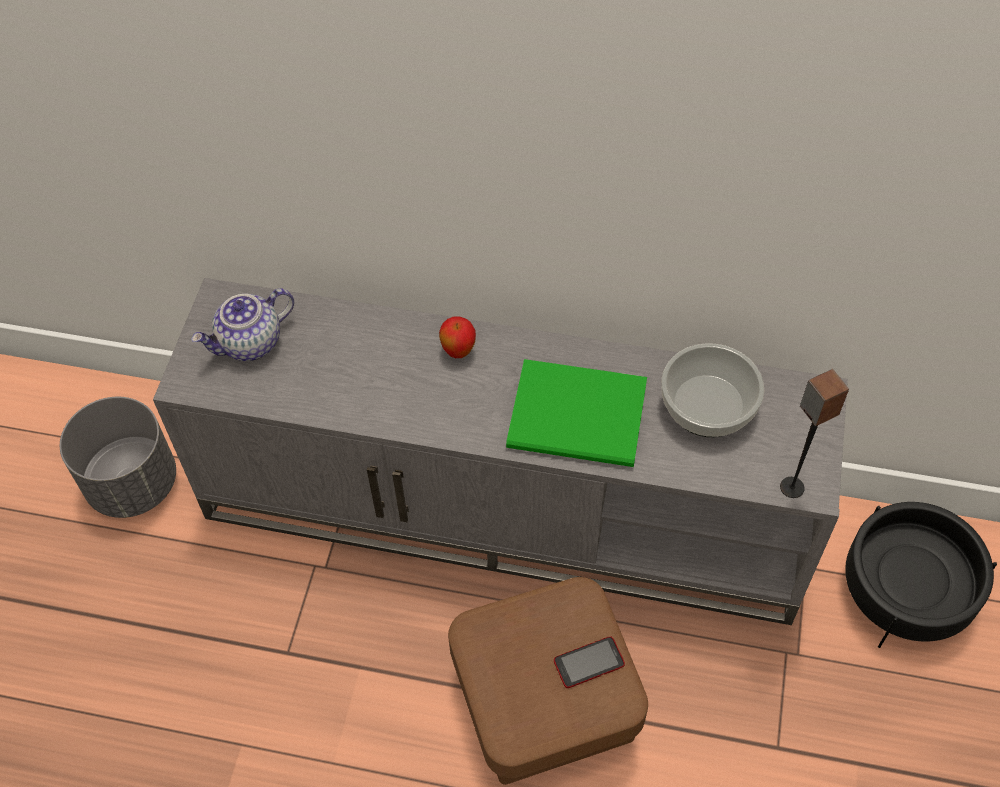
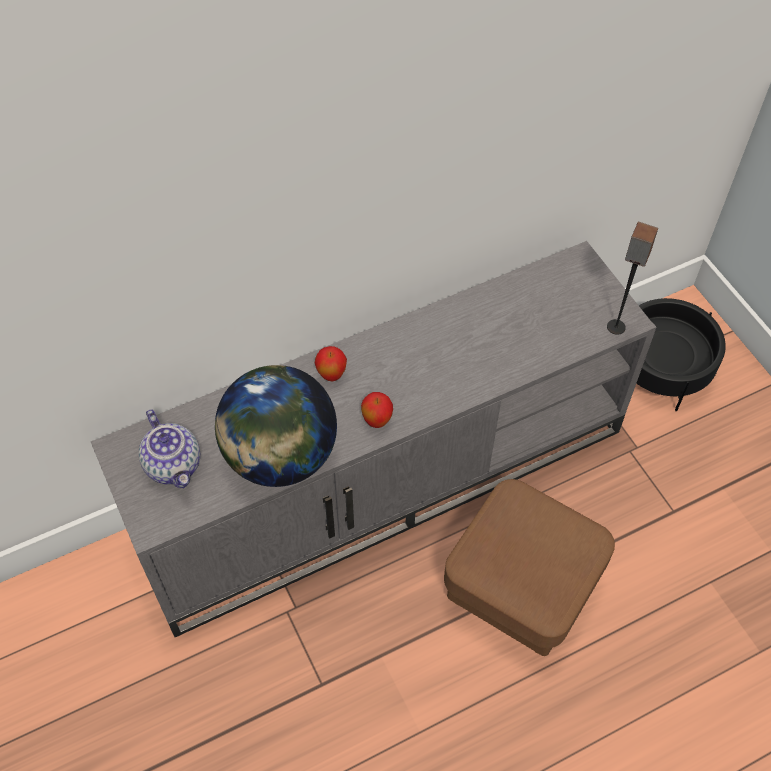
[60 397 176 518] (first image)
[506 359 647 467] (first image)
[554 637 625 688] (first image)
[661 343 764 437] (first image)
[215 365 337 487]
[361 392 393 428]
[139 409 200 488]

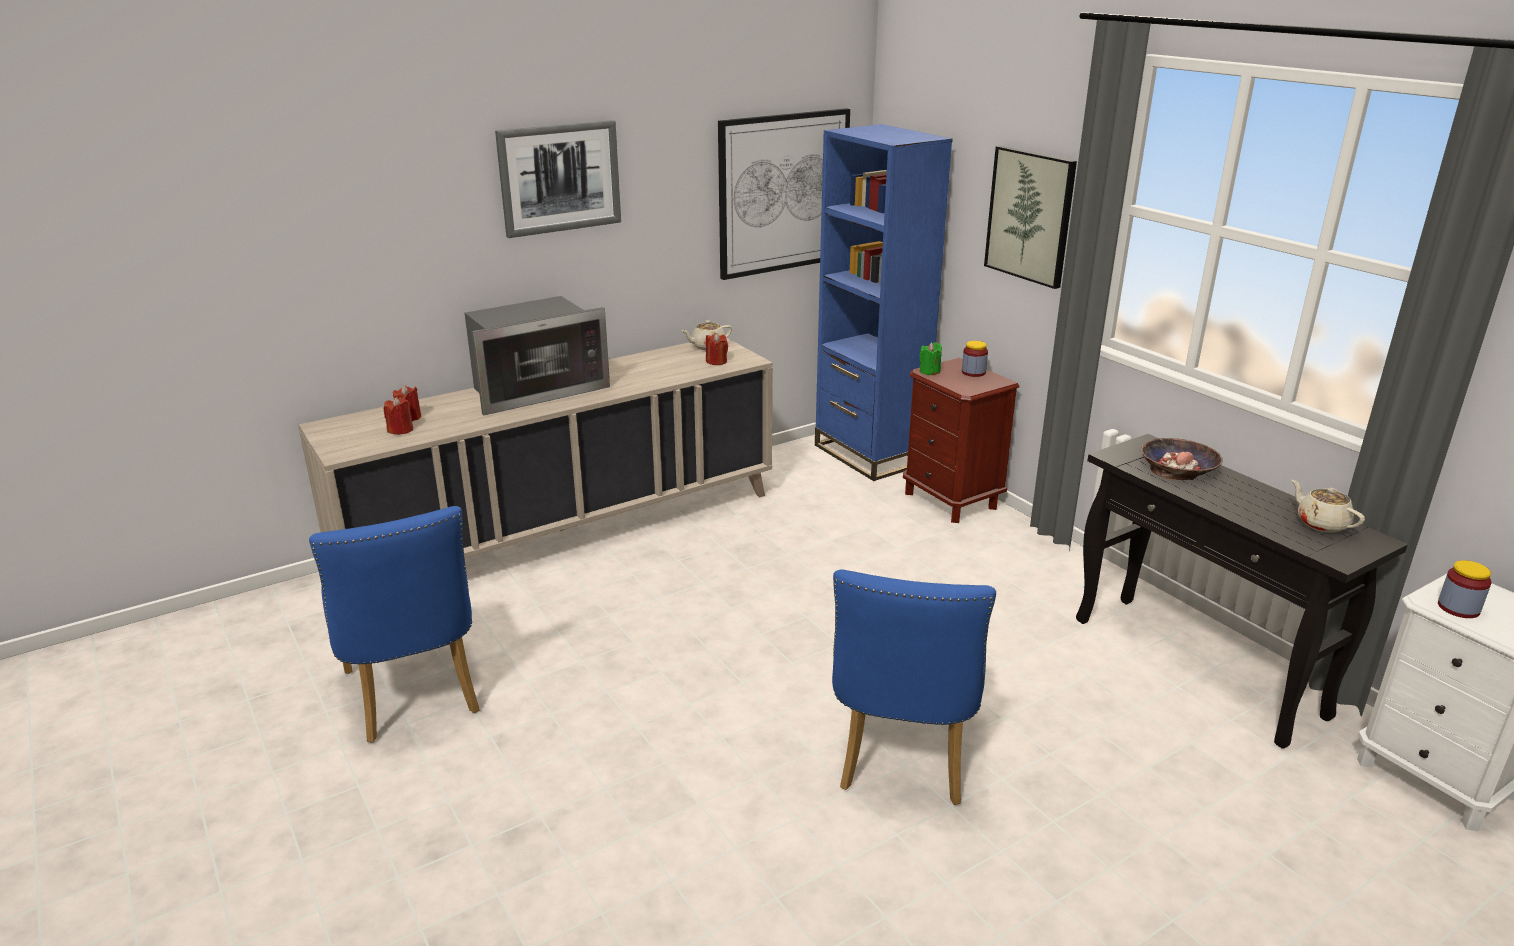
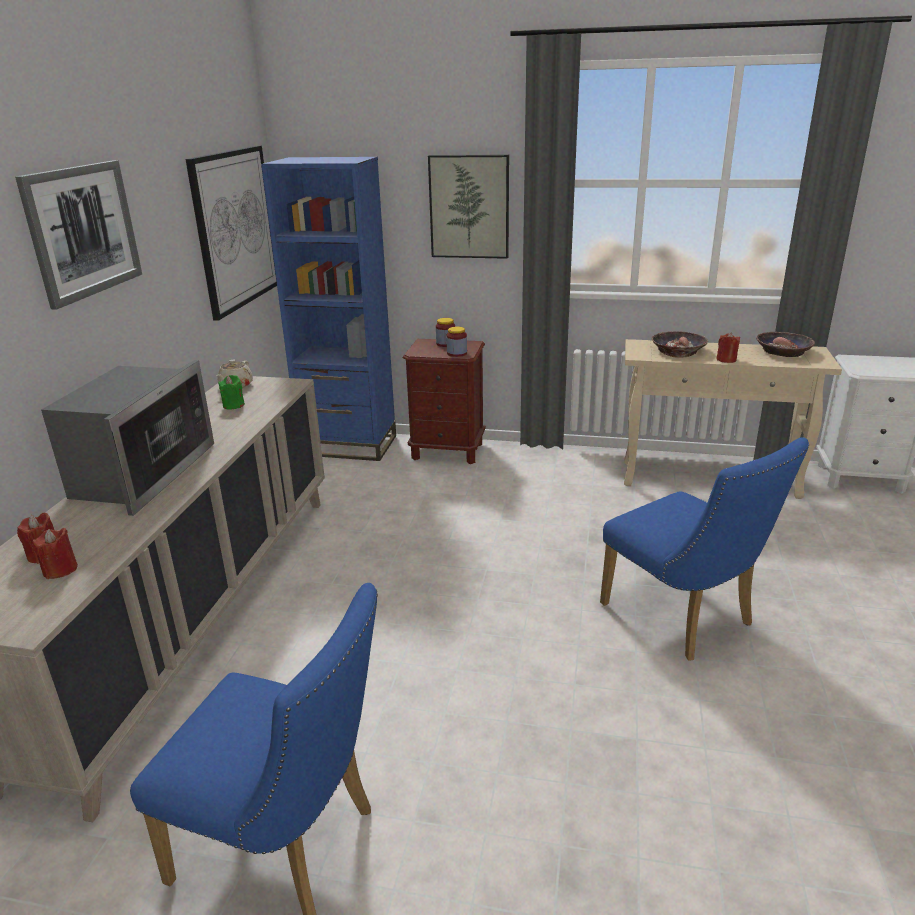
[716 332 740 363]
[218 375 245 410]
[447 327 467 357]
[756 332 815 357]
[624 339 842 499]

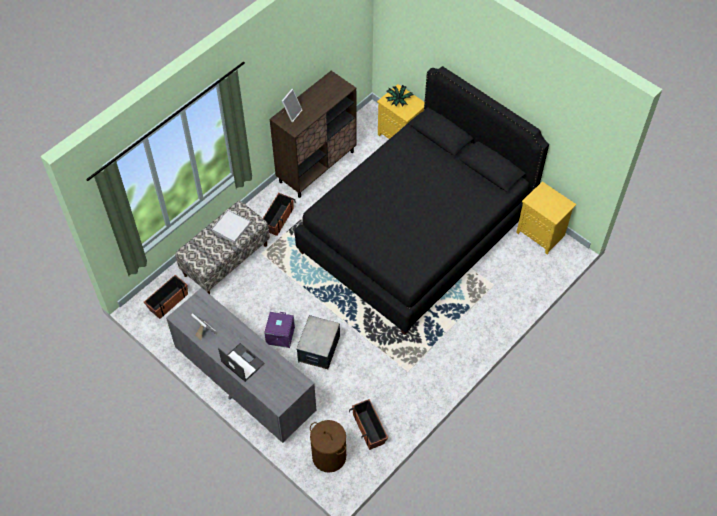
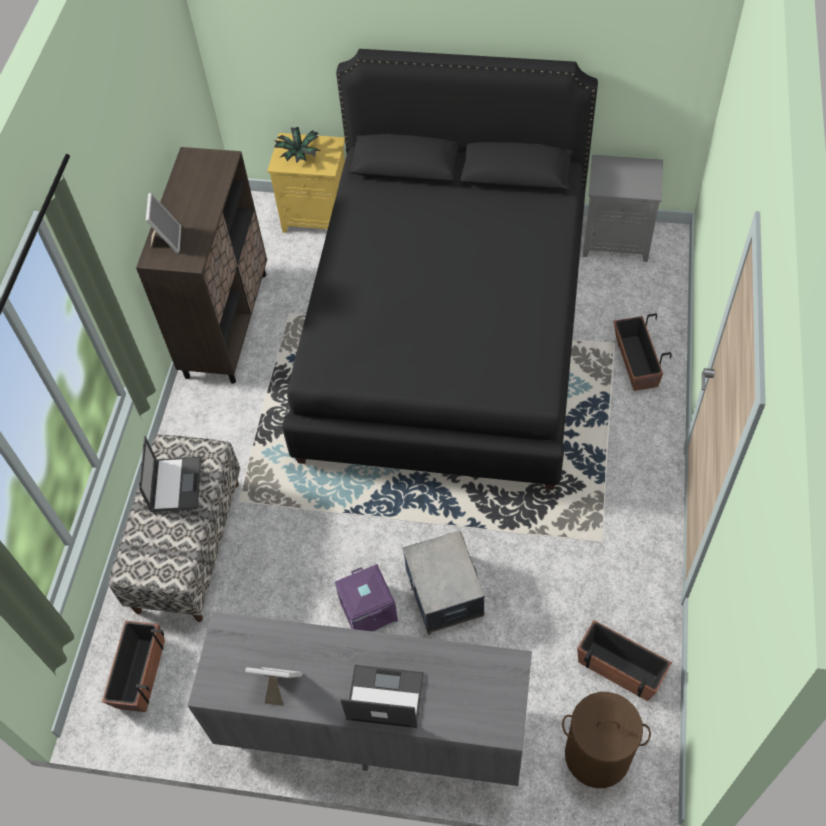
[613 313 672 391]
[139 436 201 512]
[583 155 663 262]

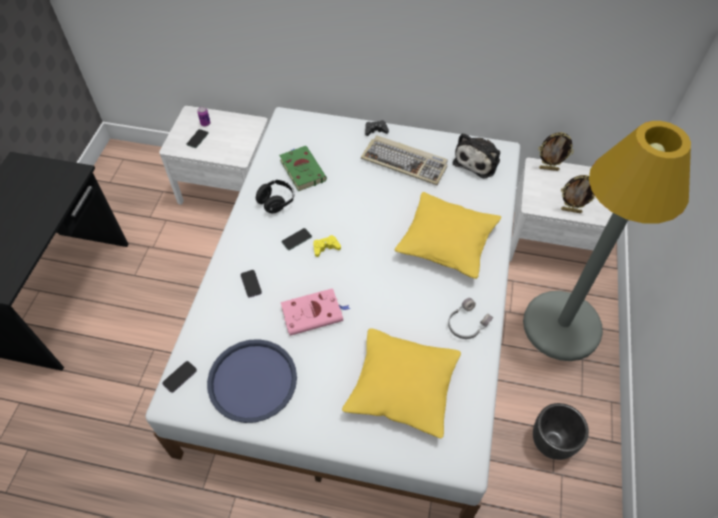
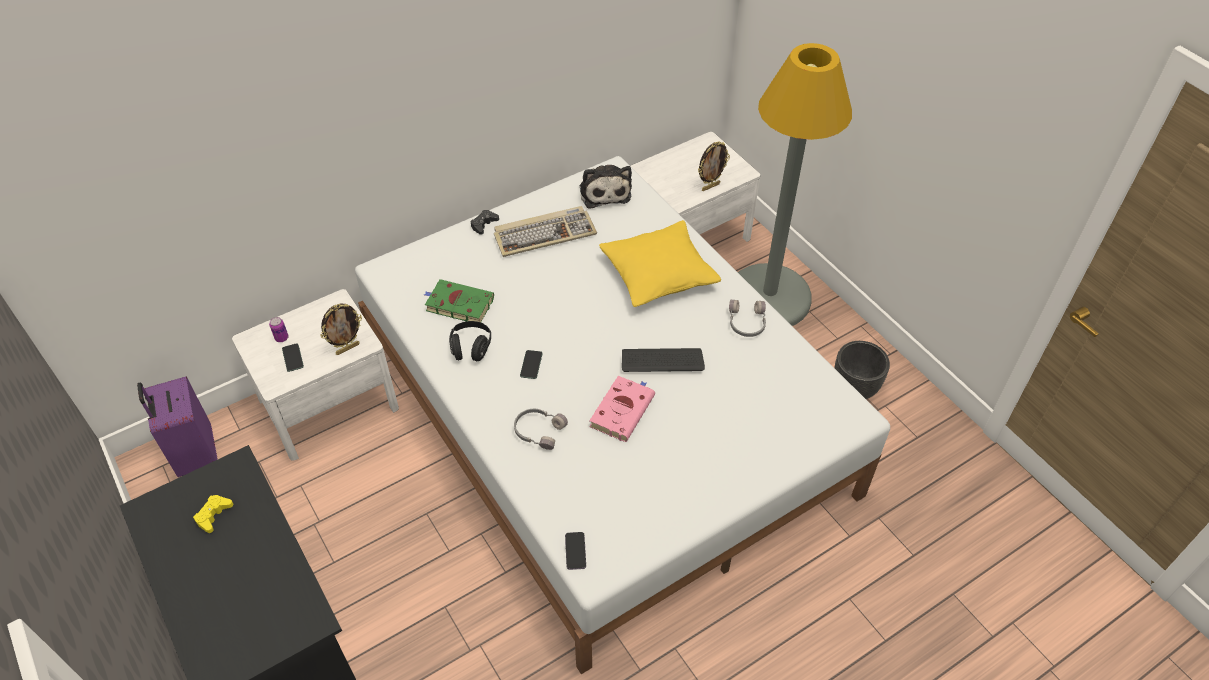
[207 339 297 423] (first image)
[342 328 461 438] (first image)
[137 377 218 477]
[622 348 705 372]
[193 495 233 533]
[321 303 362 355]
[514 409 568 450]

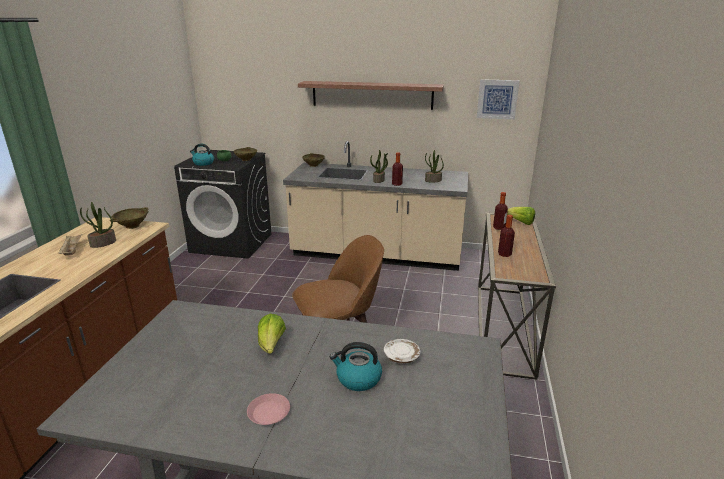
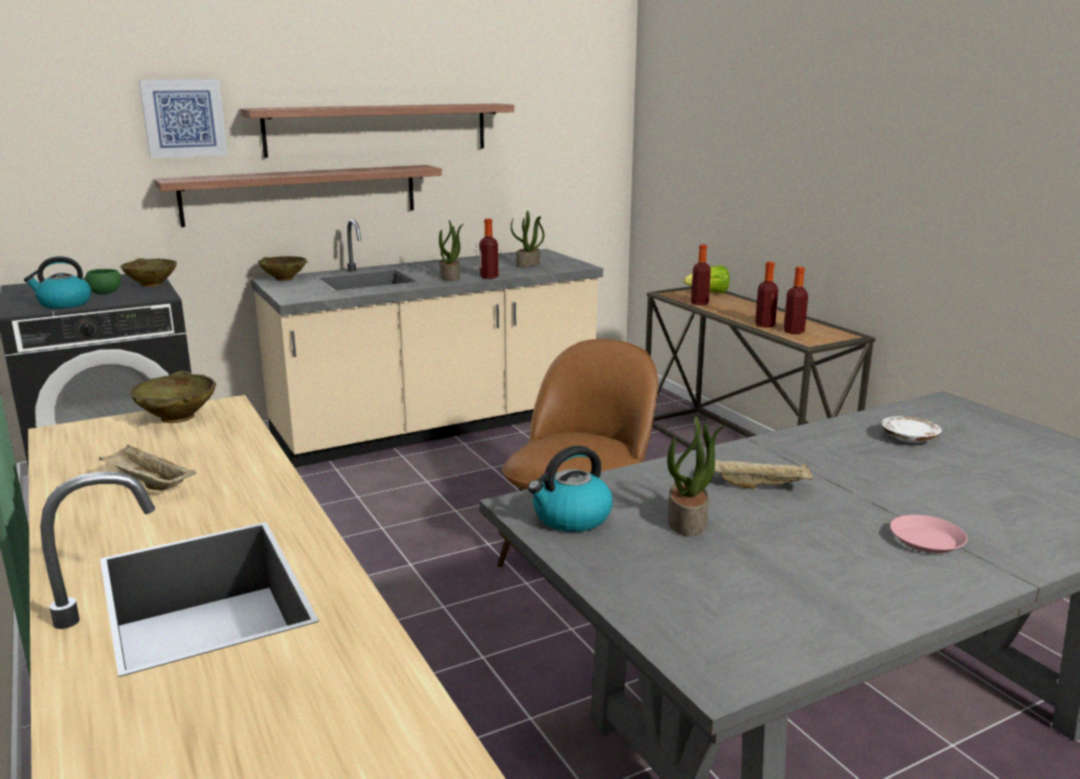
[155 165 442 227]
[784 267 808 334]
[667 416 726 537]
[528 446 613 532]
[139 79 228 159]
[714 460 814 489]

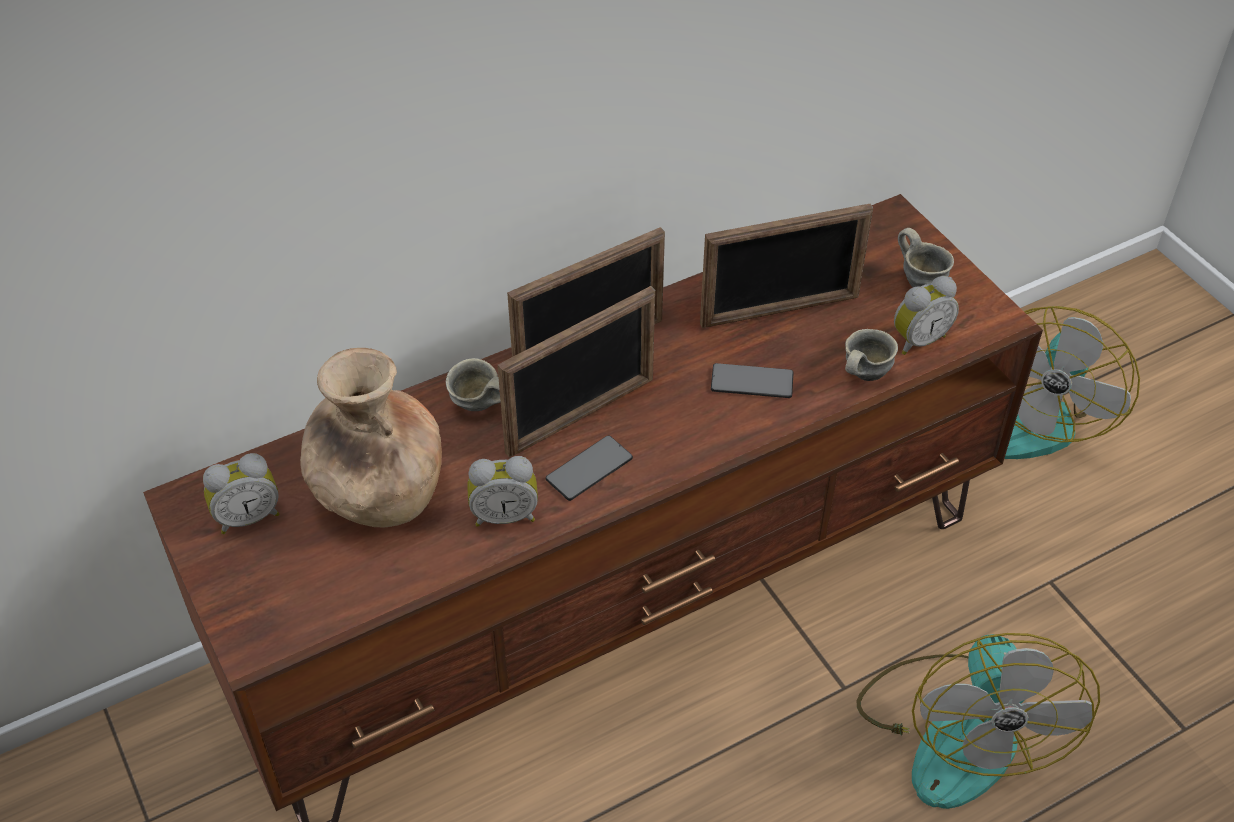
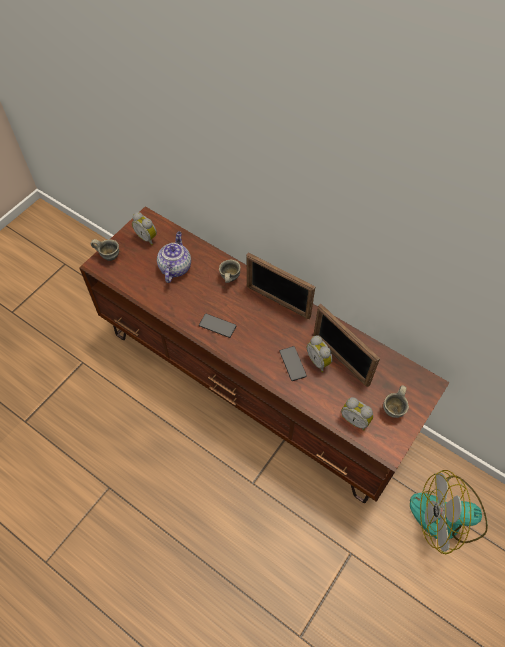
[497 286 655 458] (first image)
[857 633 1100 809] (first image)
[307 335 333 372]
[91 239 119 261]
[157 232 191 283]

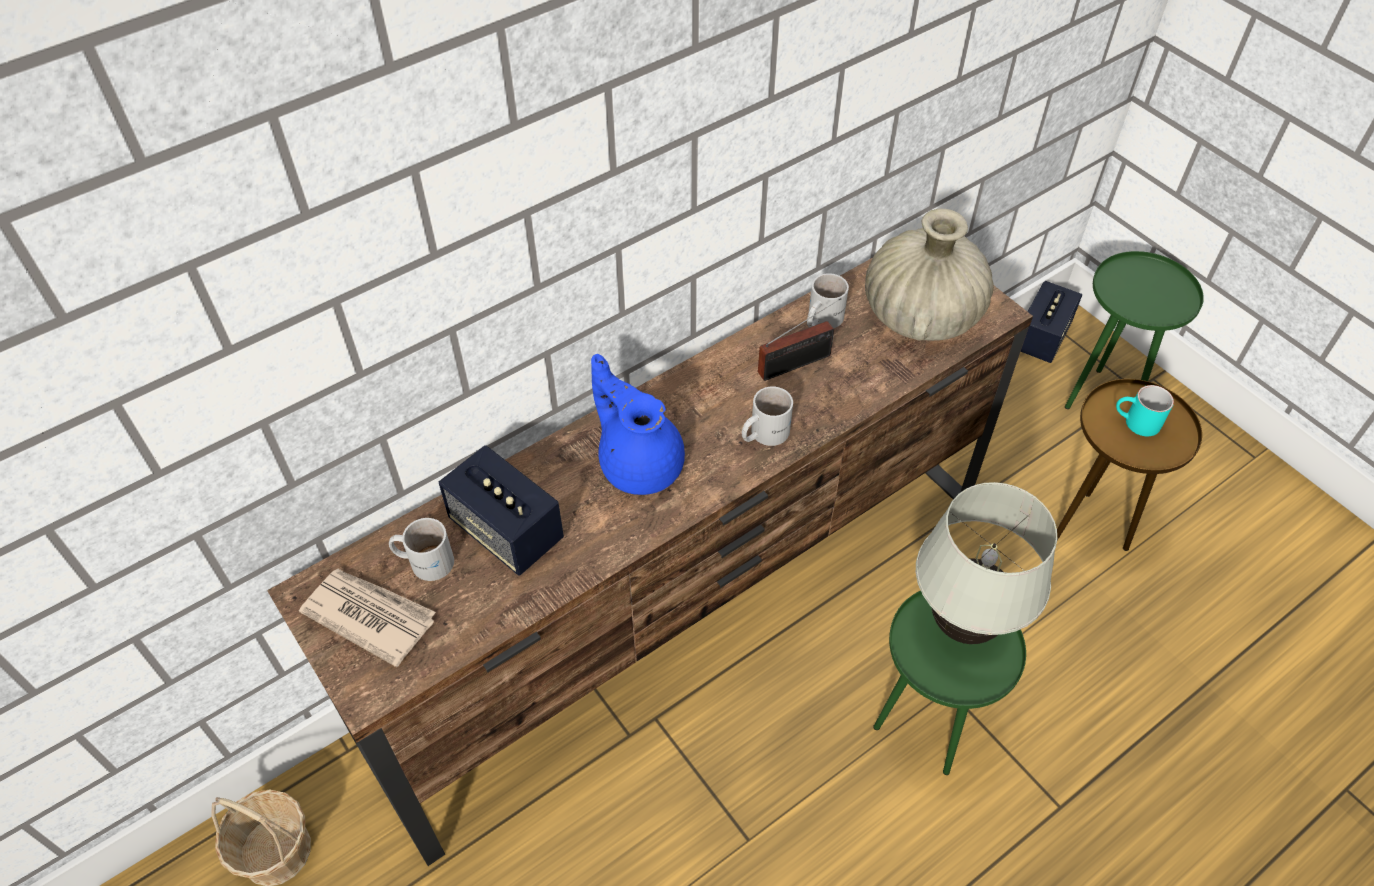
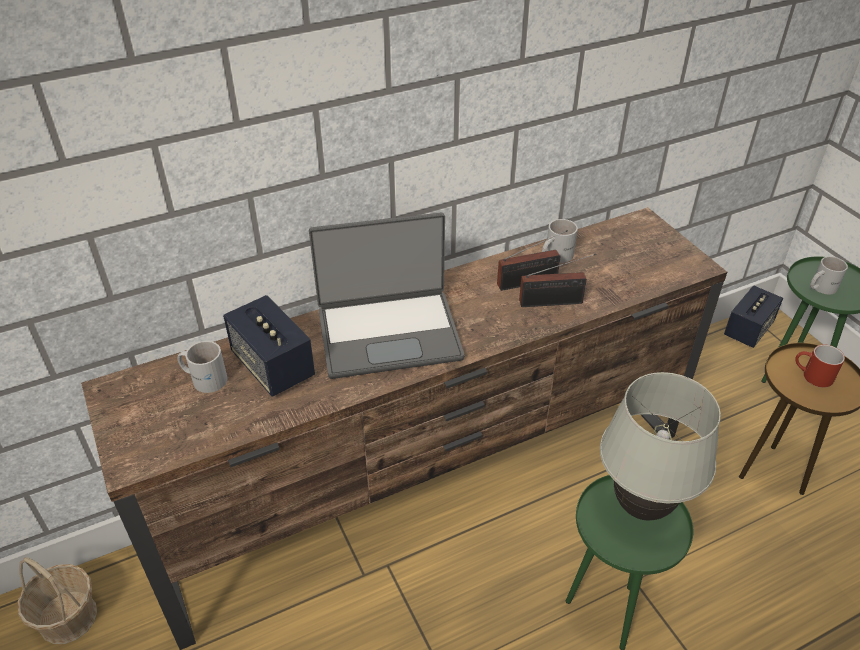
[299 569 436 667] (first image)
[865 209 994 341] (first image)
[519 254 596 307]
[810 256 848 294]
[309 213 465 379]
[796 345 845 388]

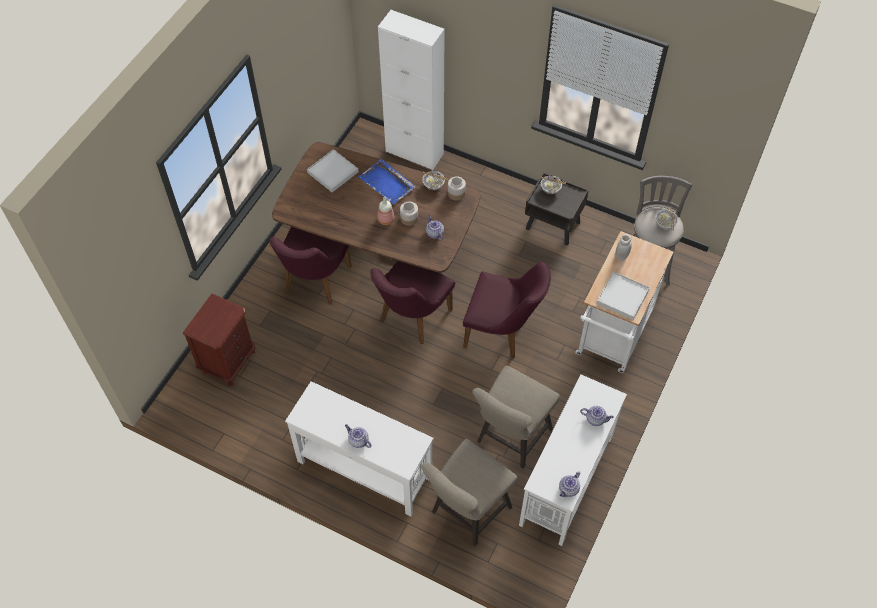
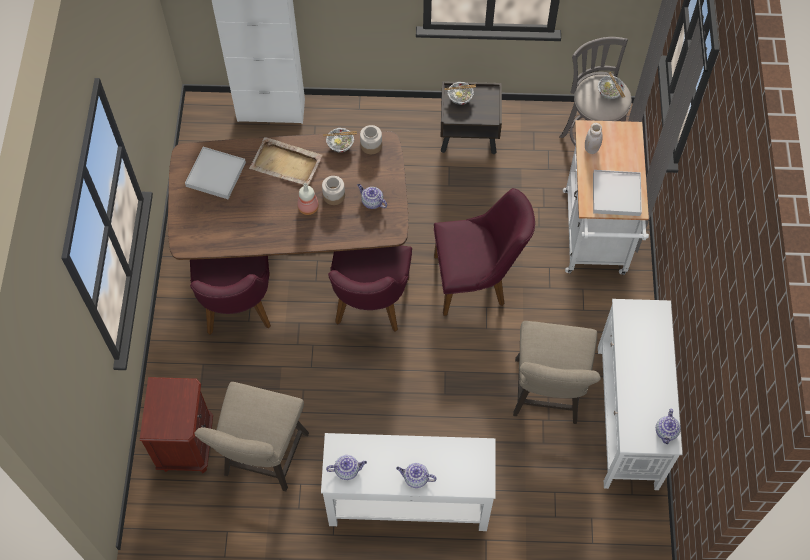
[194 382 309 491]
[326 455 367 480]
[249 137 323 185]

